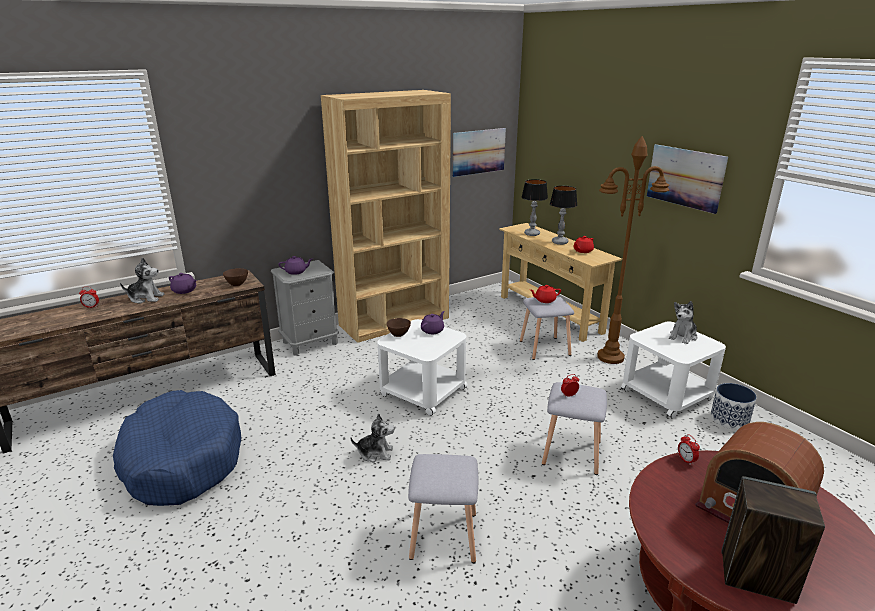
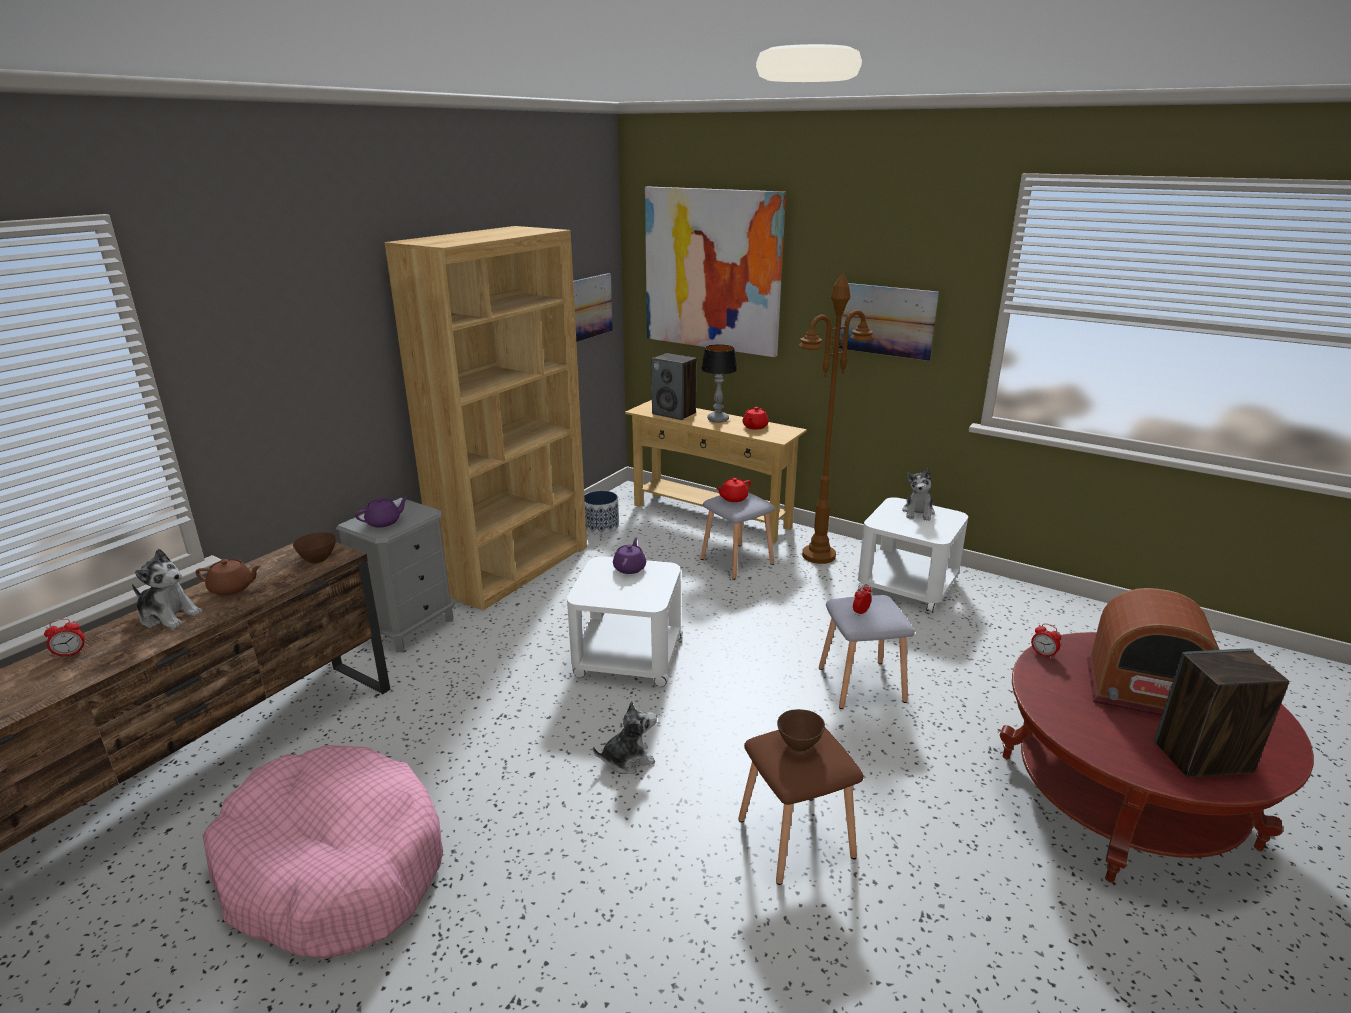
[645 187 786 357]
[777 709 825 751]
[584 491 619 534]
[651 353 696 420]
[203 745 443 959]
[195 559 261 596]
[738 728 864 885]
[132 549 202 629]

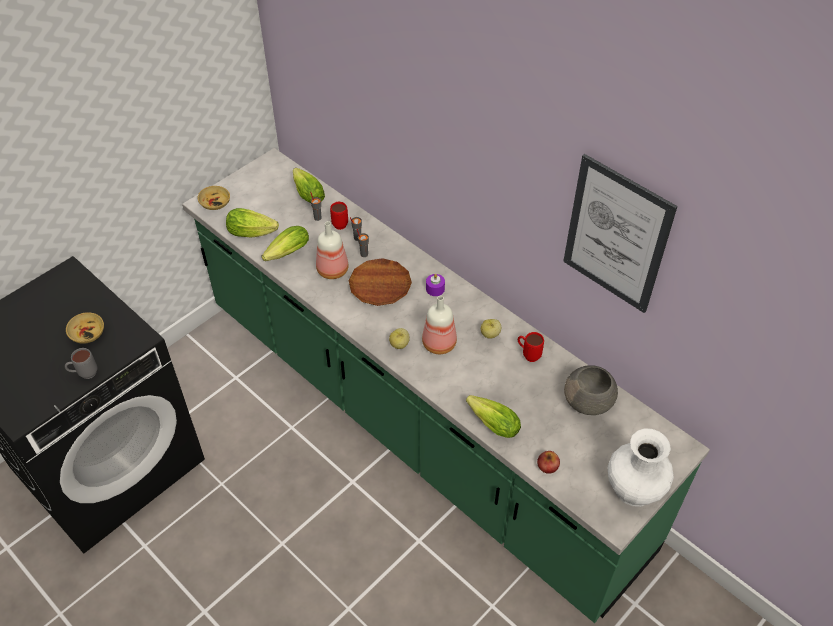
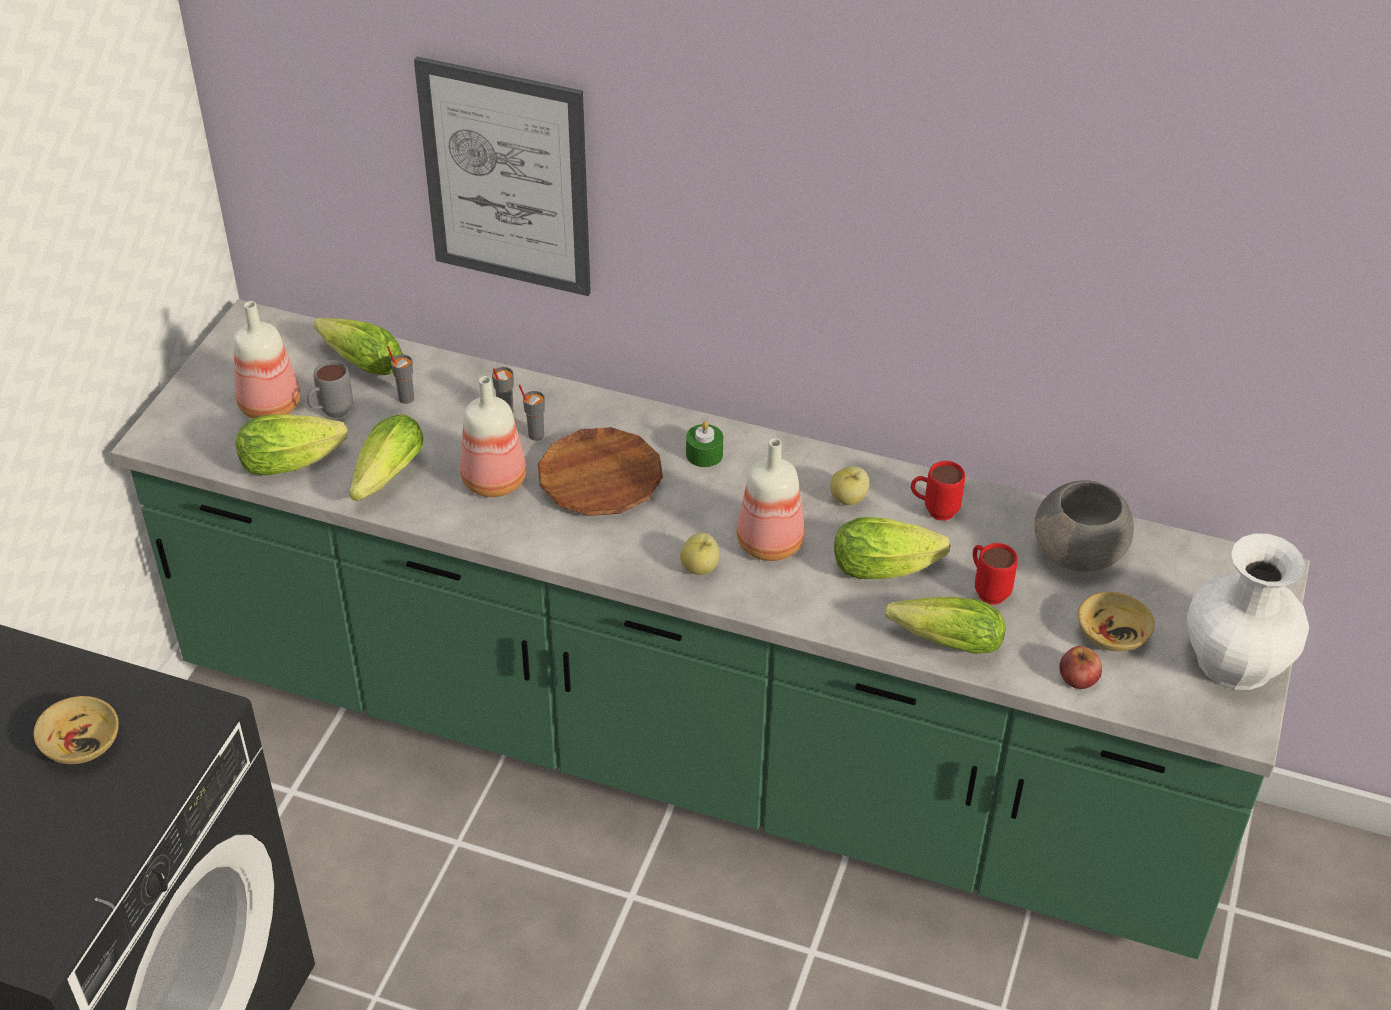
[233 301 300 419]
[834 517 951 579]
[307 360 353 418]
[1078 592 1155 652]
[973 543 1018 605]
[414 57 591 296]
[686 421 723 467]

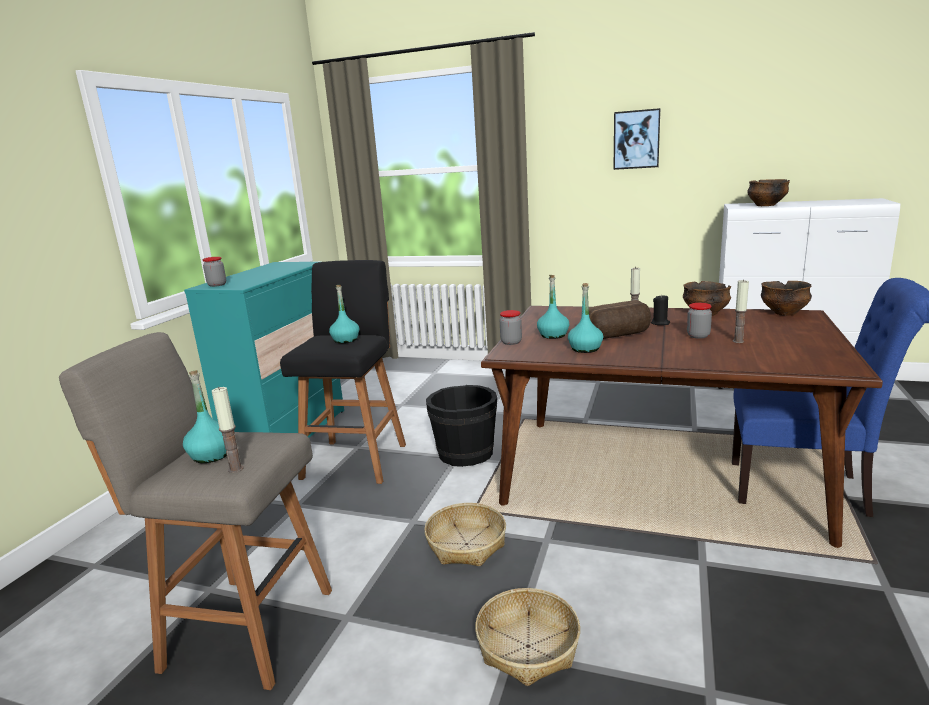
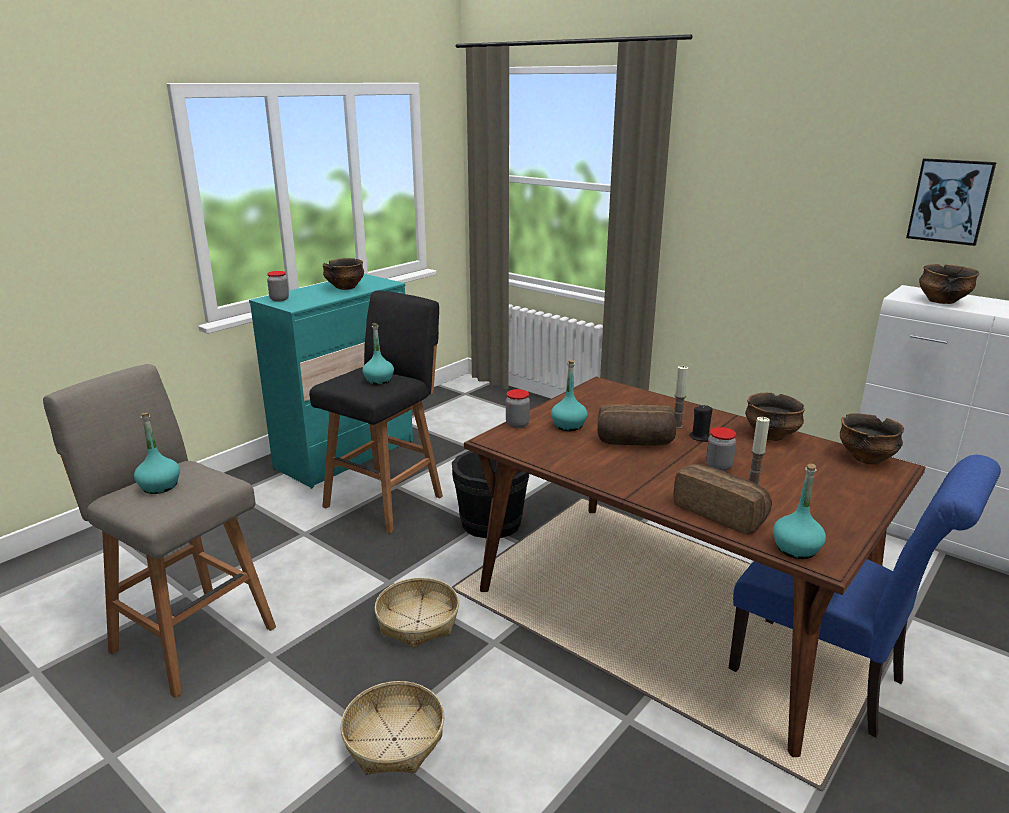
[212 387 244 473] (first image)
[323 258 364 290]
[673 463 772 535]
[773 464 826 559]
[906 158 997 246]

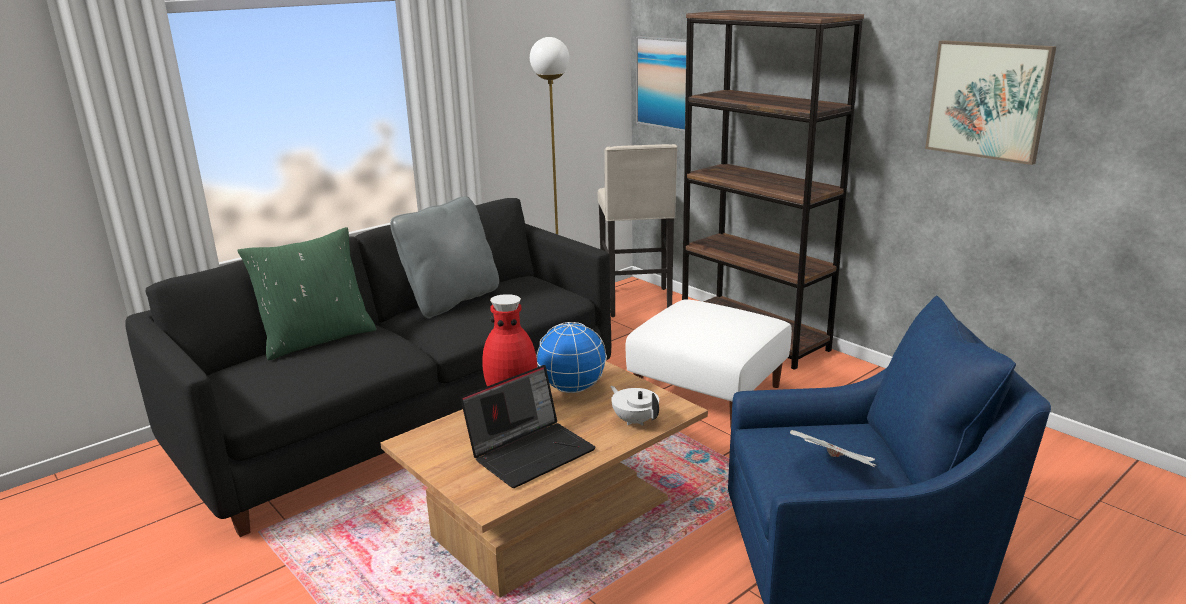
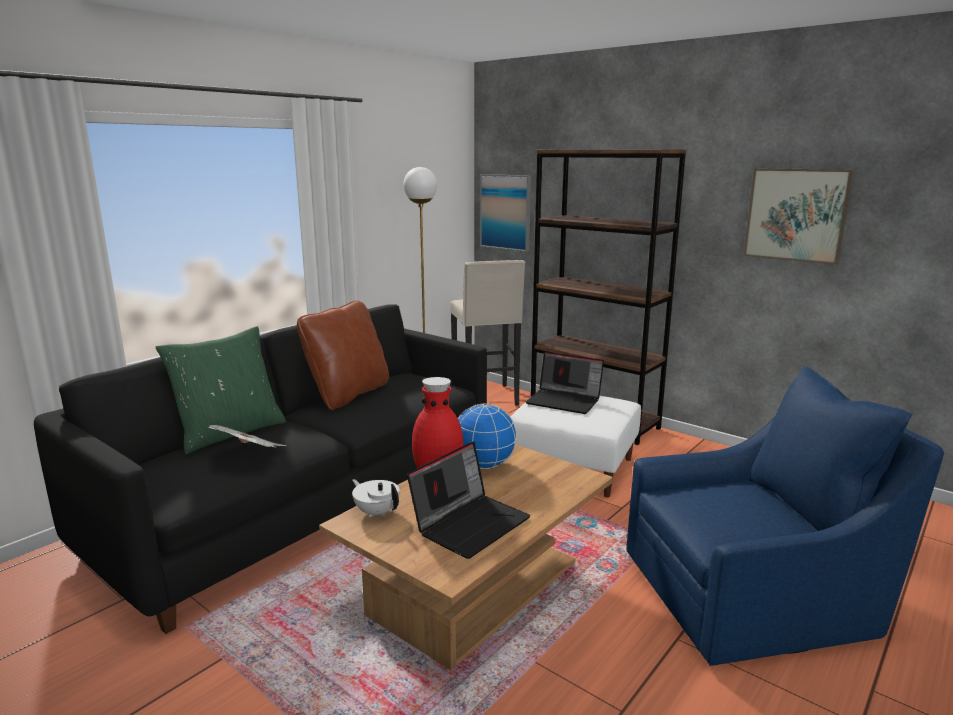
[526 352 604 414]
[352 479 400 517]
[208 425 287 447]
[297 301 389 410]

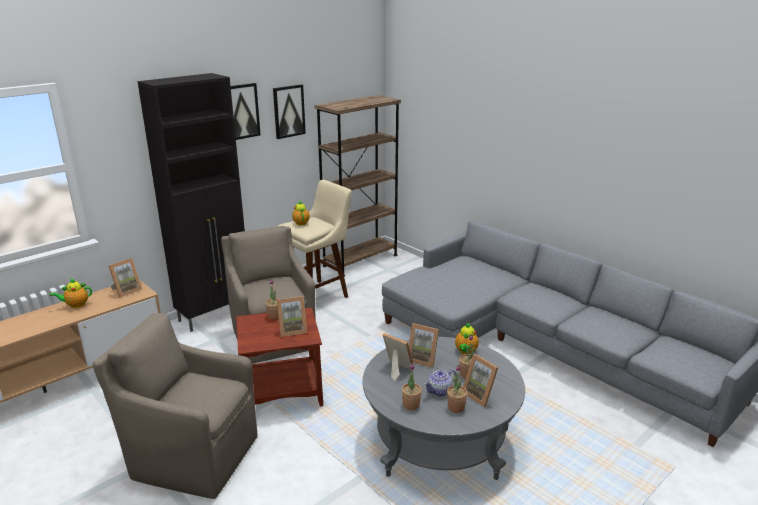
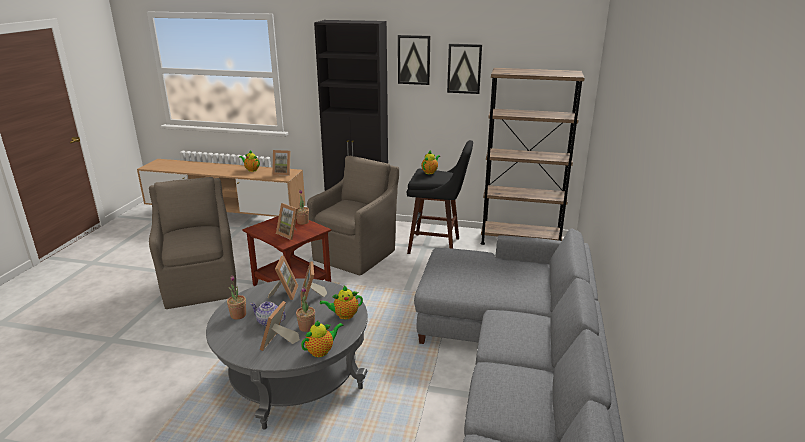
[447 365 467 413] (first image)
[301 320 344 357]
[407 140 473 254]

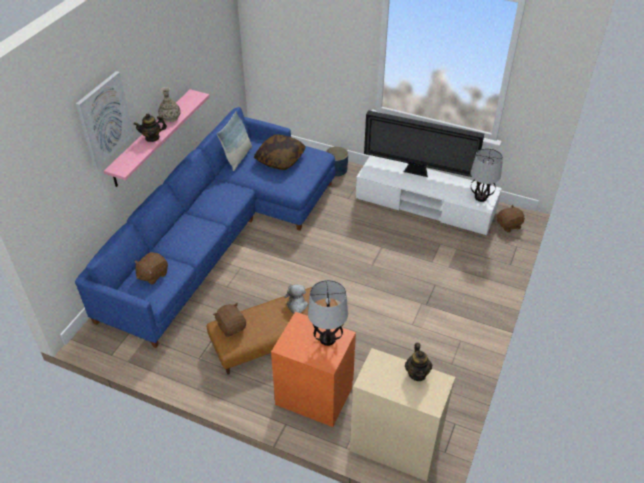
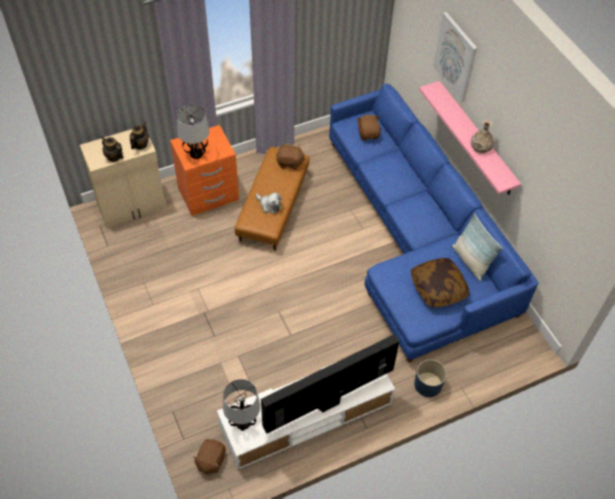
[130 122 149 149]

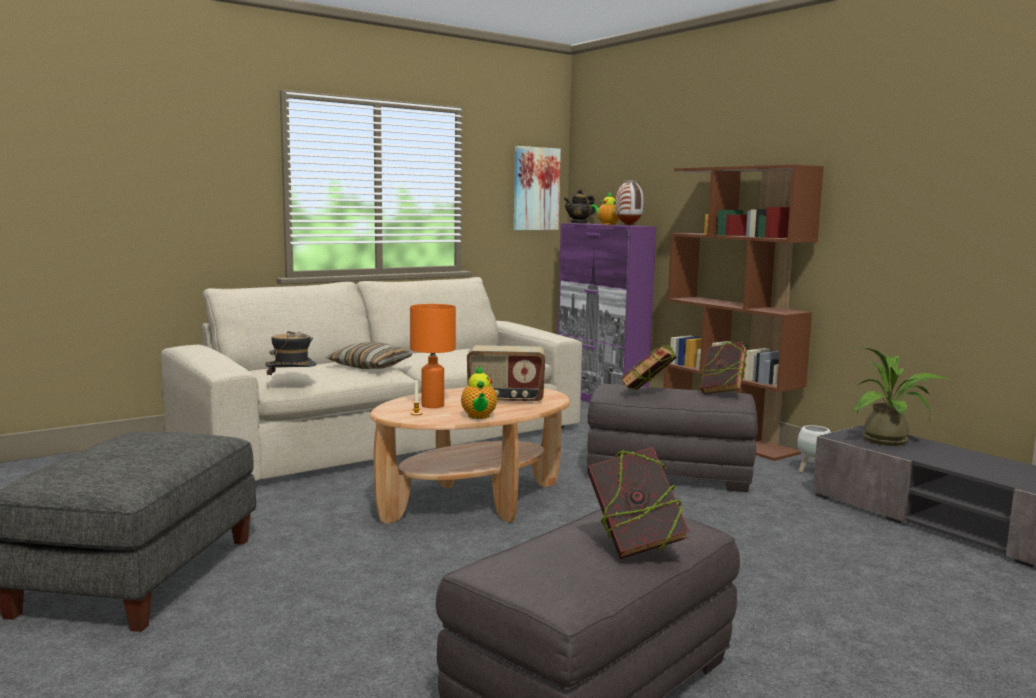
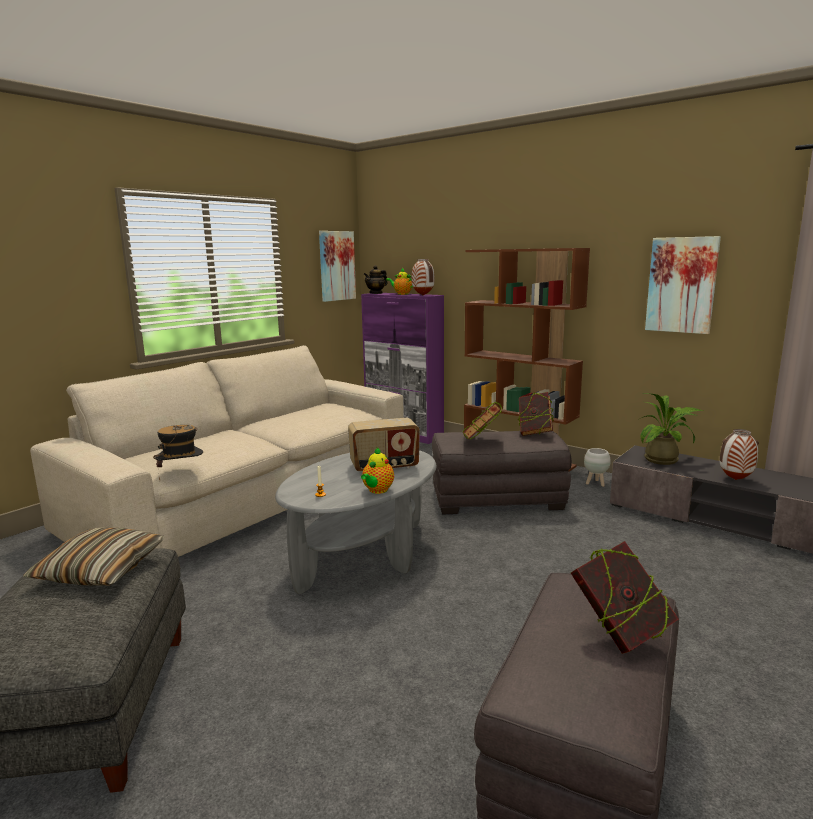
[410 304 456 408] (first image)
[645 236 721 334]
[720 429 759 480]
[23 527 164 586]
[275 450 436 594]
[361 447 394 494]

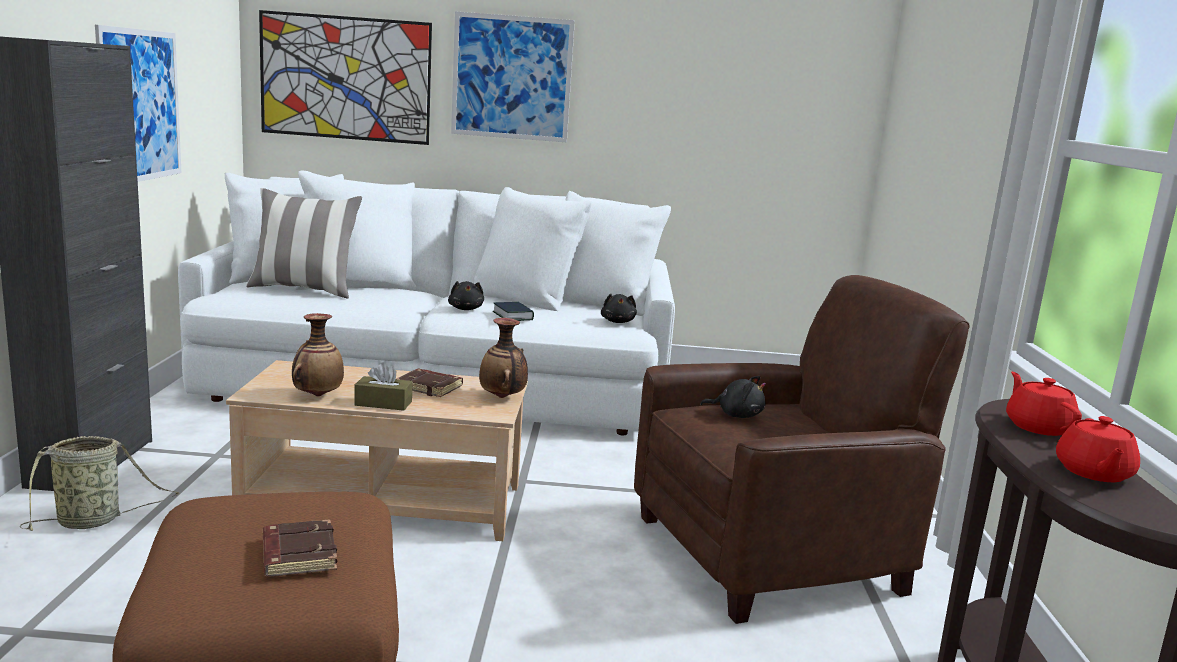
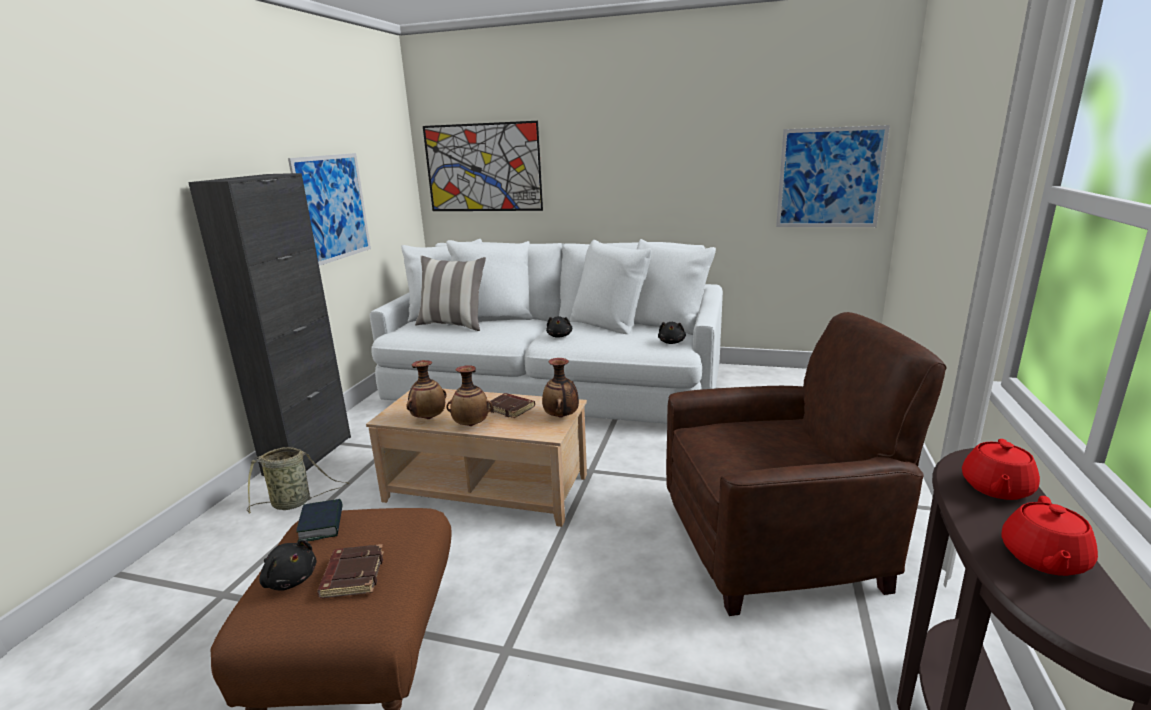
[776 125 890 227]
[296 499 342 542]
[259 540 317 591]
[446 365 492 426]
[962 439 1040 500]

